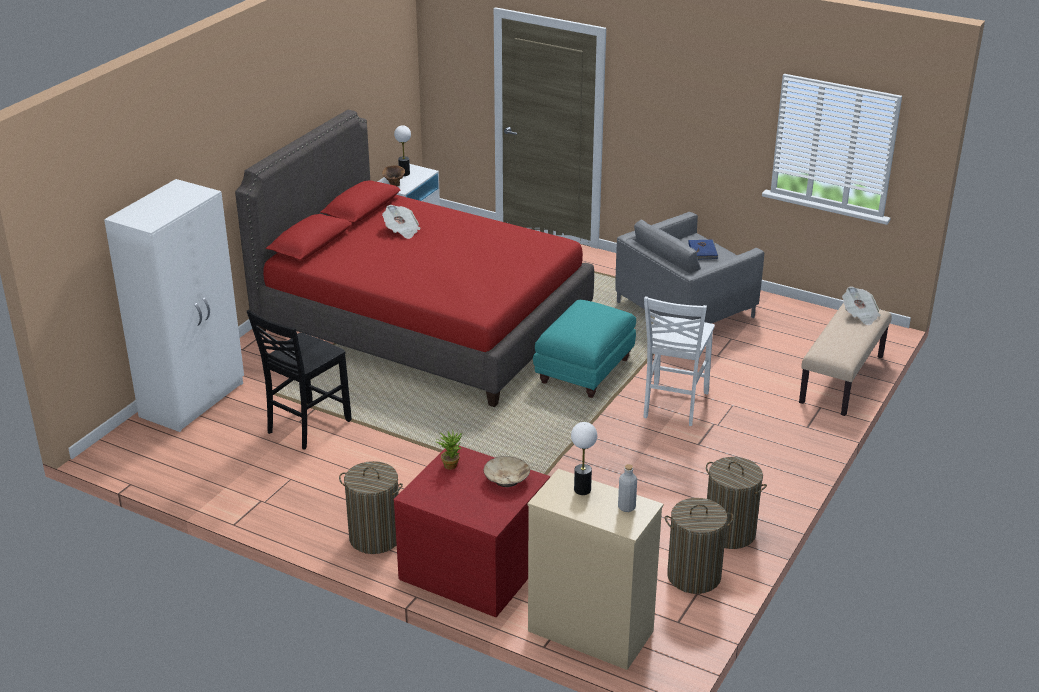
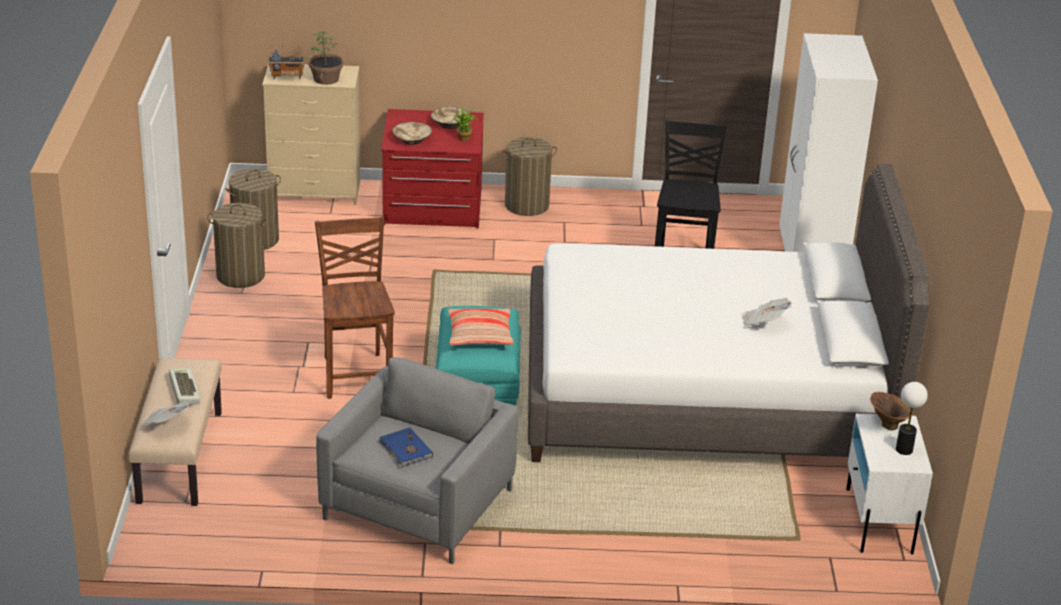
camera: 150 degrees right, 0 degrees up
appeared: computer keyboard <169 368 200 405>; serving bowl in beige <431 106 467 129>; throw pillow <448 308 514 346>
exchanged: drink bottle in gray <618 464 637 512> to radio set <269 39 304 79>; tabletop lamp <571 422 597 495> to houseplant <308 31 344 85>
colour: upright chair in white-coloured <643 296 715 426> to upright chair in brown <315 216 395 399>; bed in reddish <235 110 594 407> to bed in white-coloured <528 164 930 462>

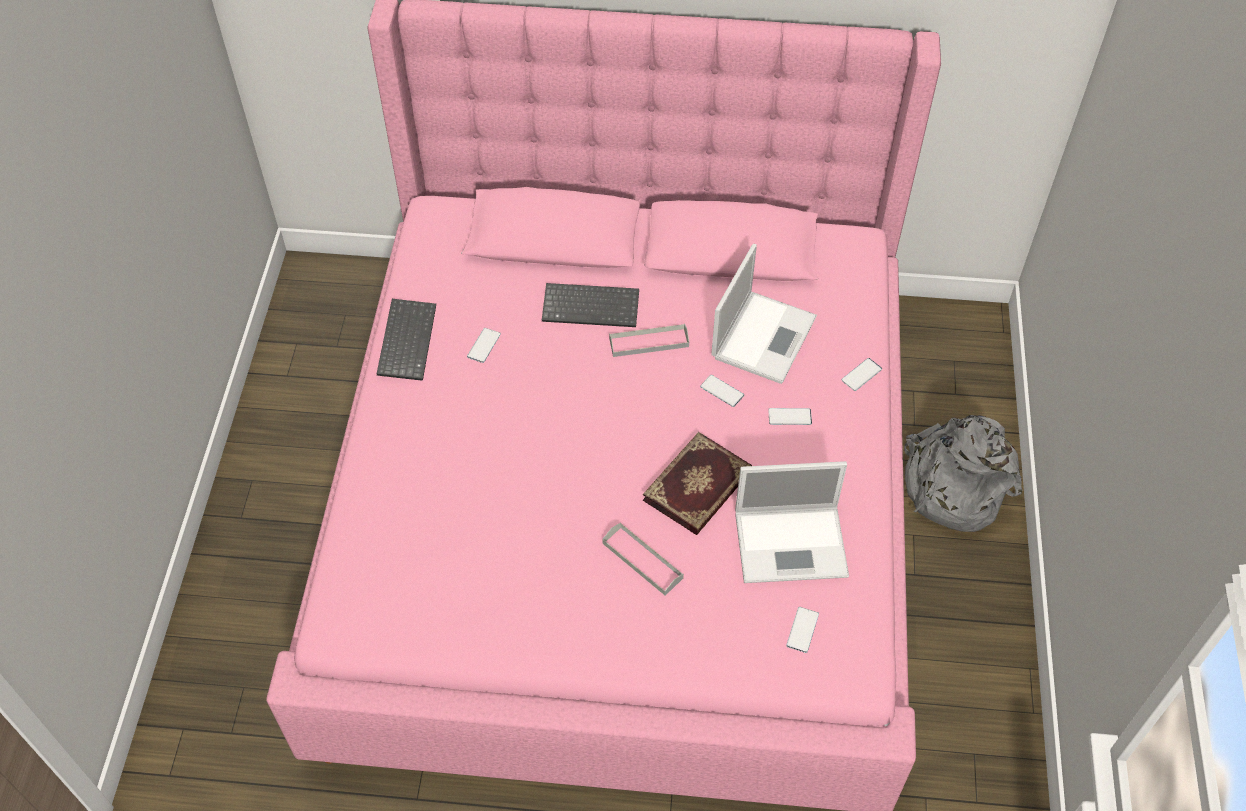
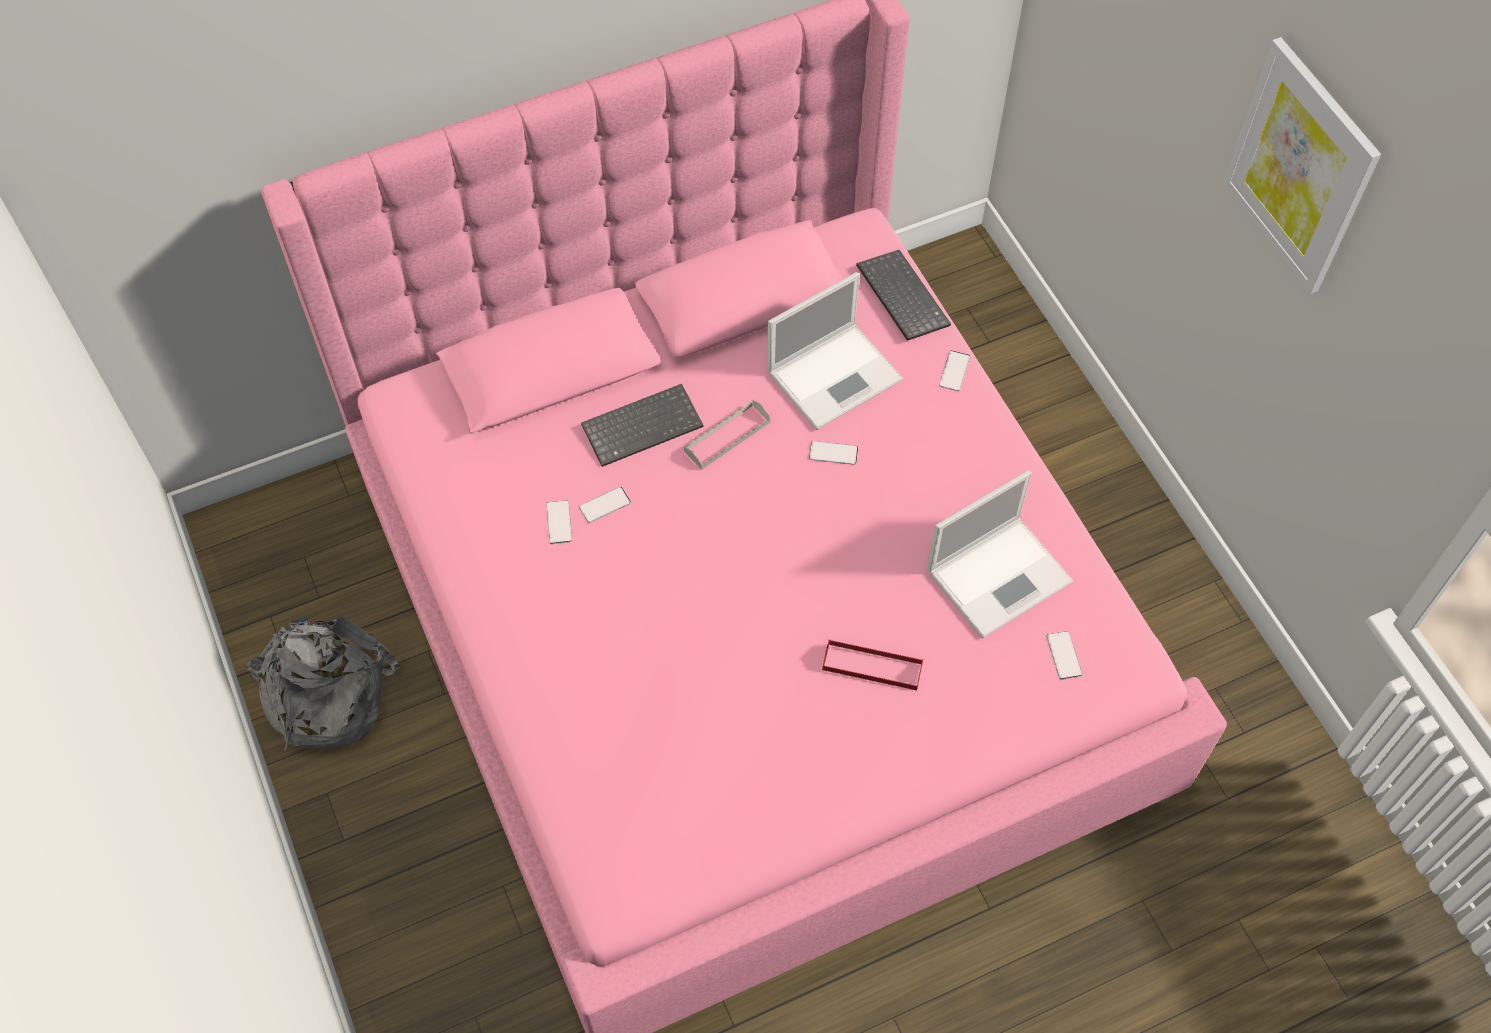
camera: 30 degrees left, 5 degrees up
missing: bound book <643 432 752 535>
appeared: wall art <1222 37 1381 294>
relocated: rucksack in gray <904 415 1022 532> to <246 616 400 751>; phone <768 408 812 425> to <579 487 631 523>; computer keyboard <377 299 436 381> to <856 250 951 341>
colour: carrying tray in gray <602 523 684 596> to carrying tray in reddish <822 639 923 690>
spun: notebook computer <711 244 817 384> = <767 272 903 430> 60 degrees clockwise

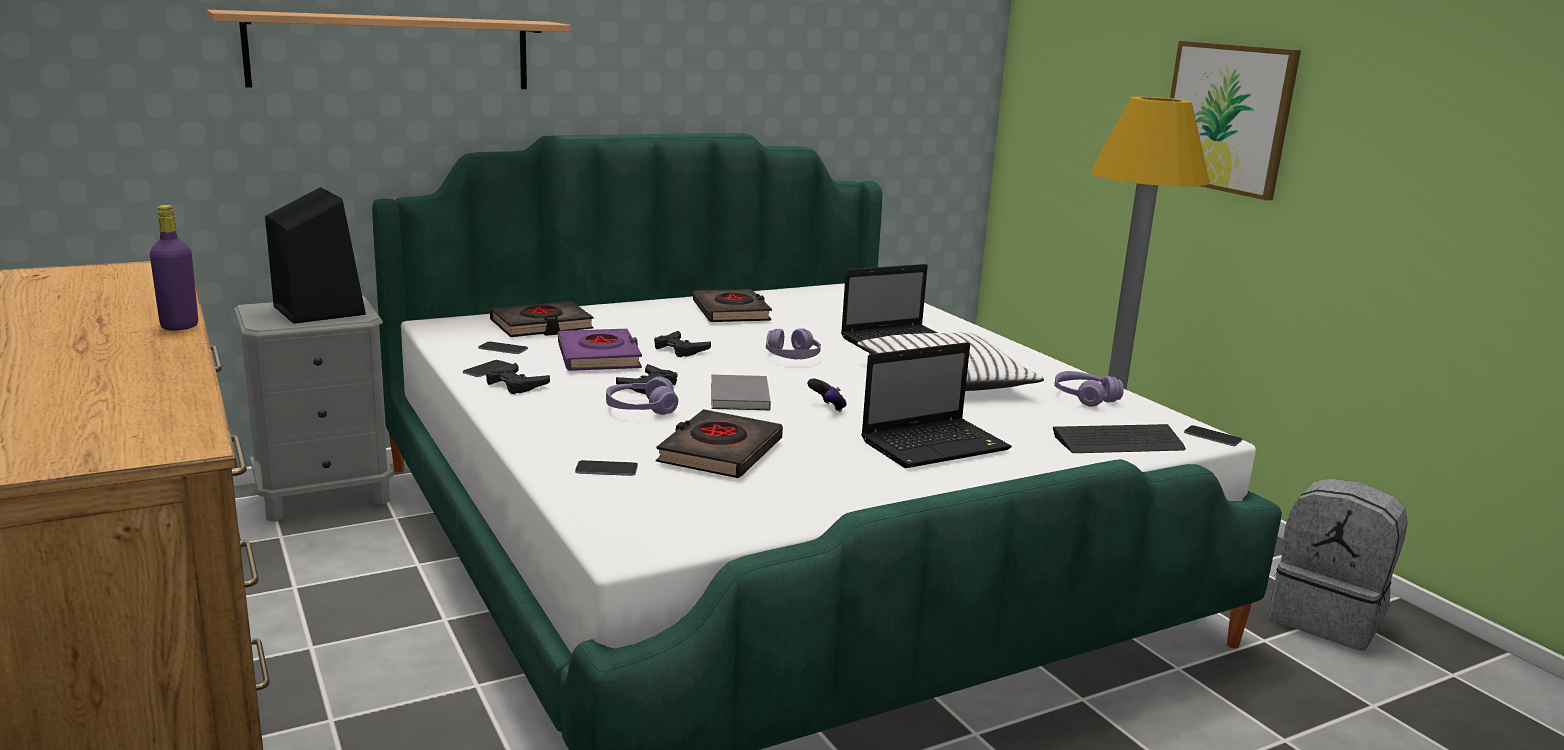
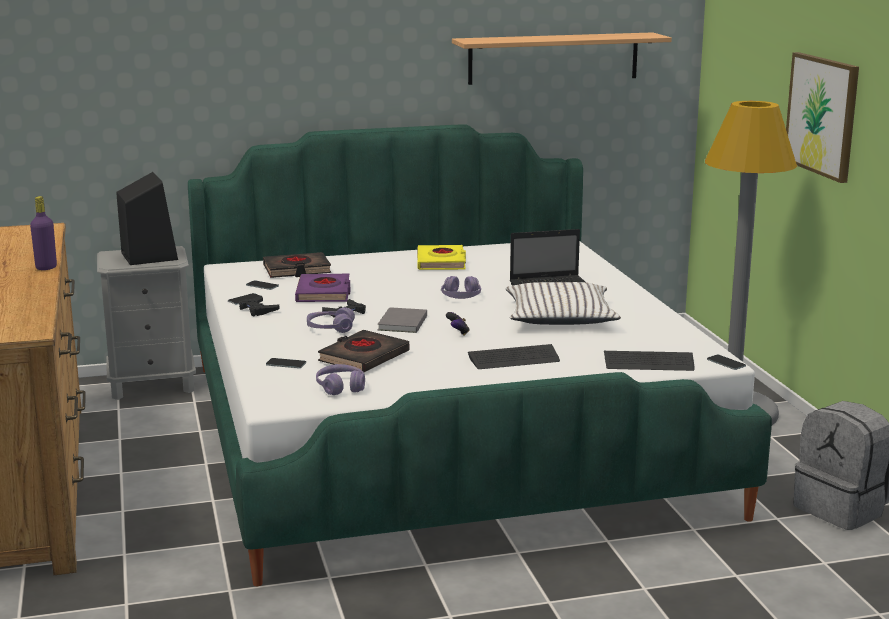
camera: 15 degrees right, 0 degrees up
missing: game controller in black <654 331 711 357>
relocated: headset in purple <1054 371 1124 407> to <316 364 365 395>; wall shelf <207 10 570 89> to <452 32 672 85>
exchanged: notebook computer <861 342 1012 468> to computer keyboard <468 344 560 369>
colour: bound book in black <693 289 772 322> to bound book in yellow <417 245 466 270>

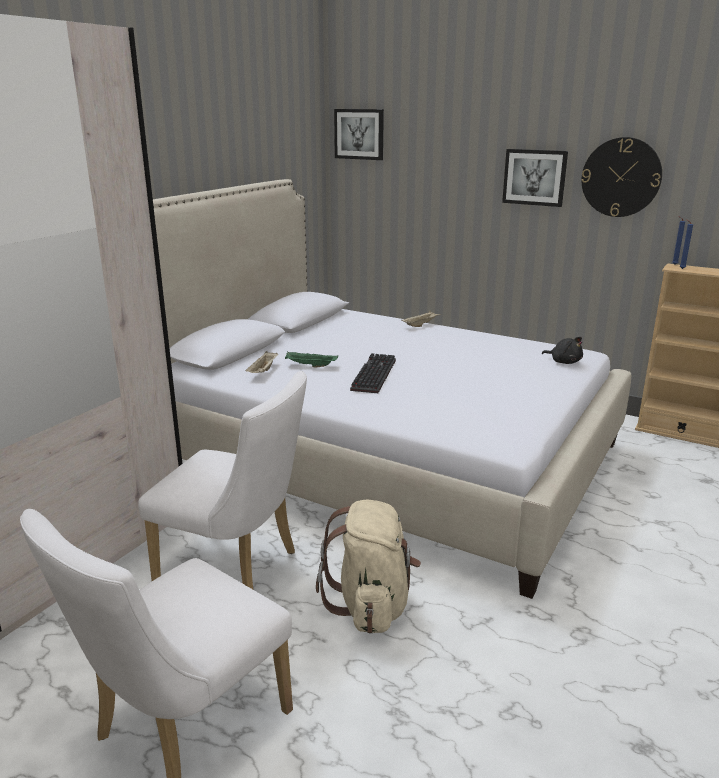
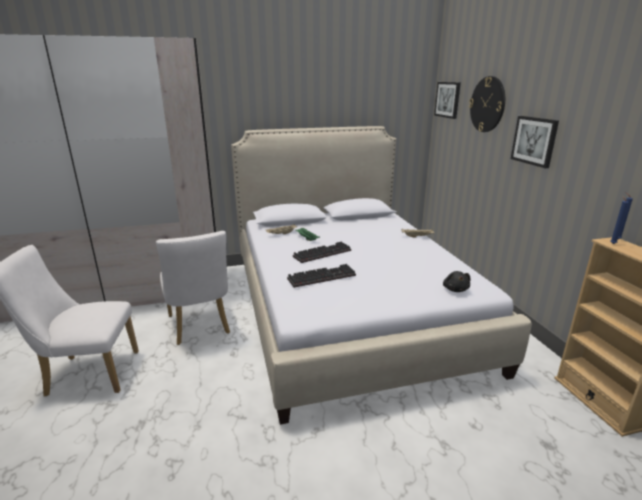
camera: 45 degrees right, 0 degrees up
missing: rucksack in beige <316 500 421 634>
appeared: computer keyboard <287 264 356 288>
relocated: wall clock <582 137 662 217> to <469 76 505 132>

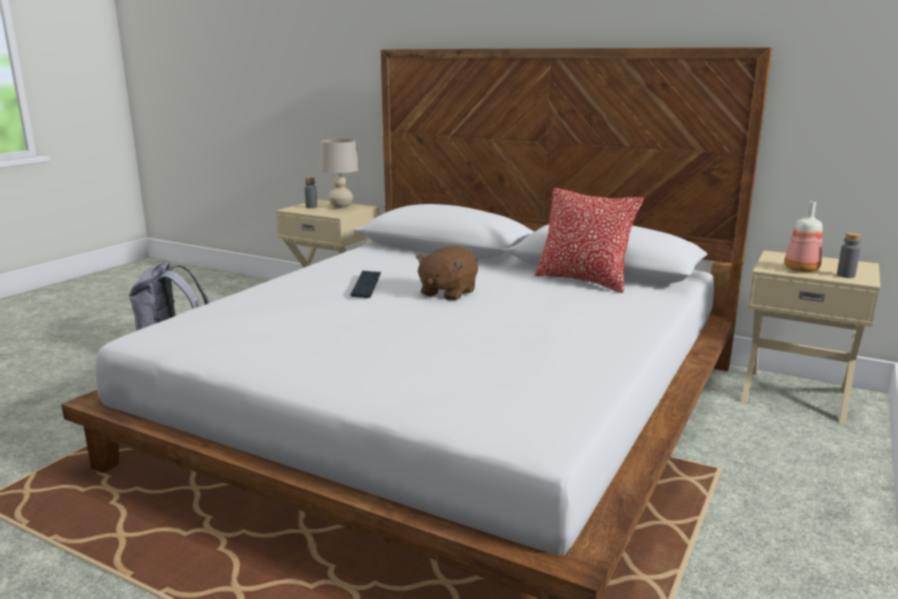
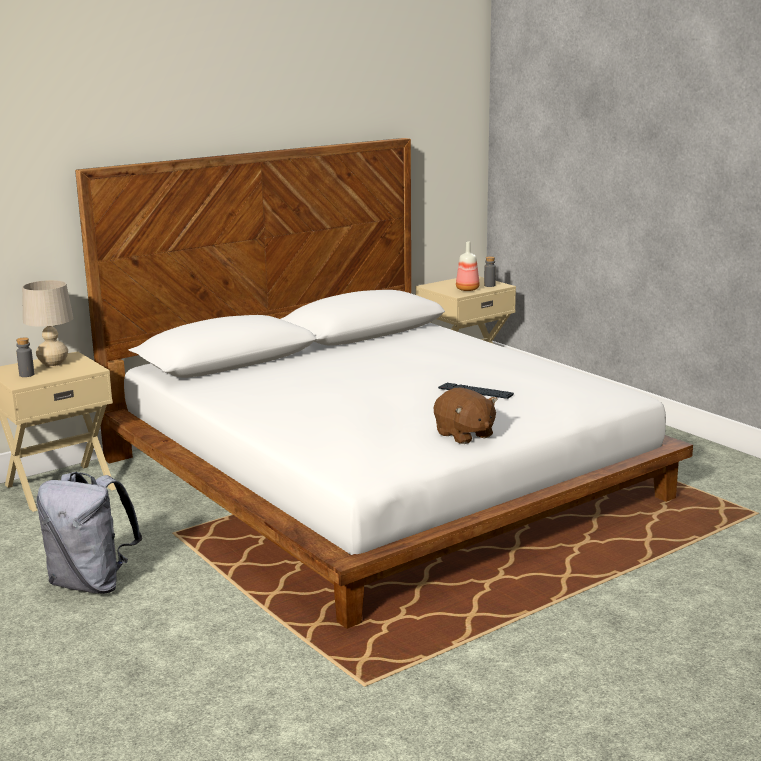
camera: 65 degrees left, 0 degrees up
missing: throw pillow <535 188 643 293>
relocated: plush toy in brown <416 246 478 301> to <434 388 498 444>; computer keyboard <350 271 381 298> to <438 383 514 399>

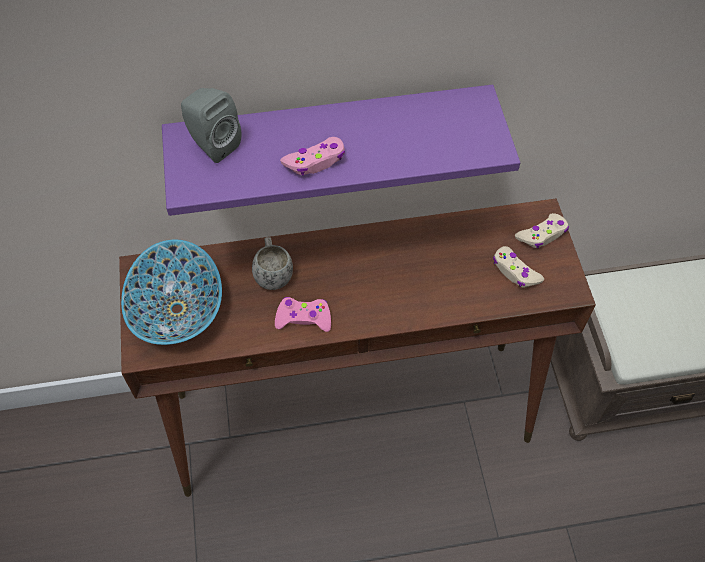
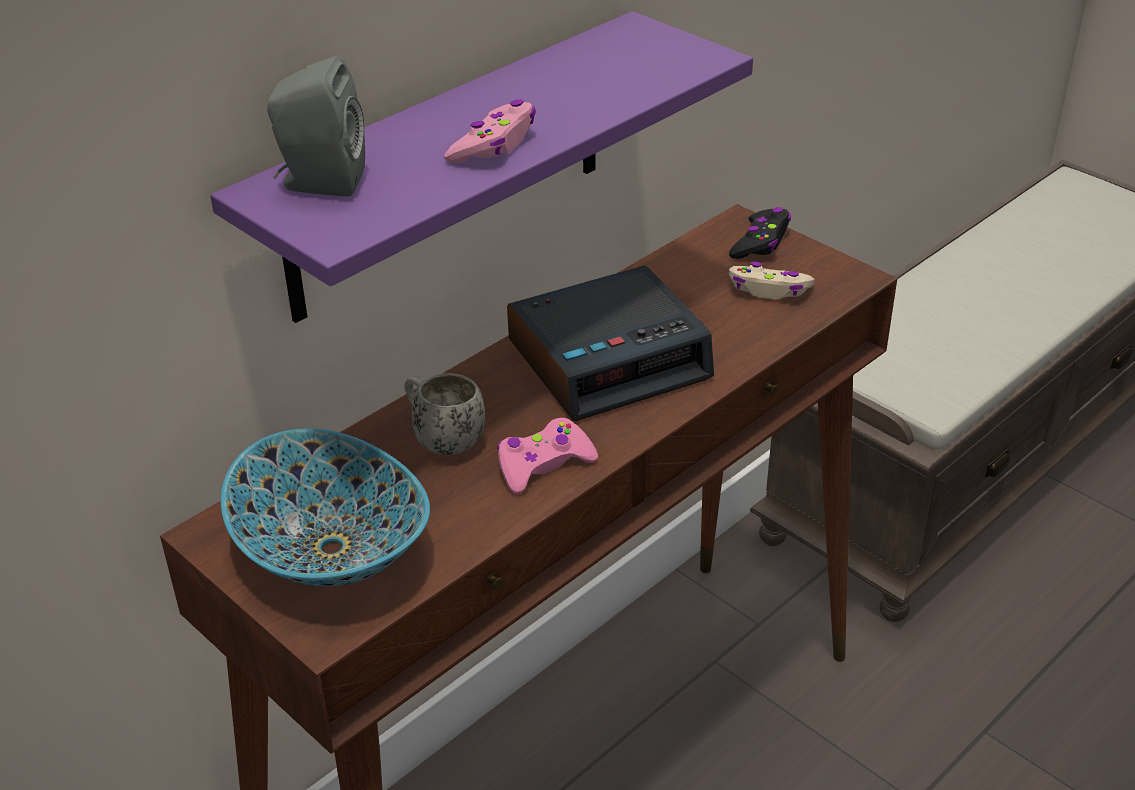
camera: 35 degrees left, 20 degrees down
appeared: bedside clock <507 265 714 421>
colour: game controller in beige <515 213 569 248> to game controller in black <729 207 791 259>

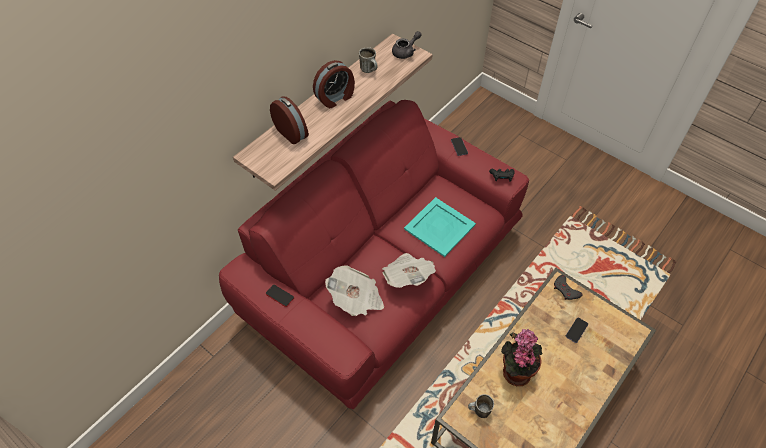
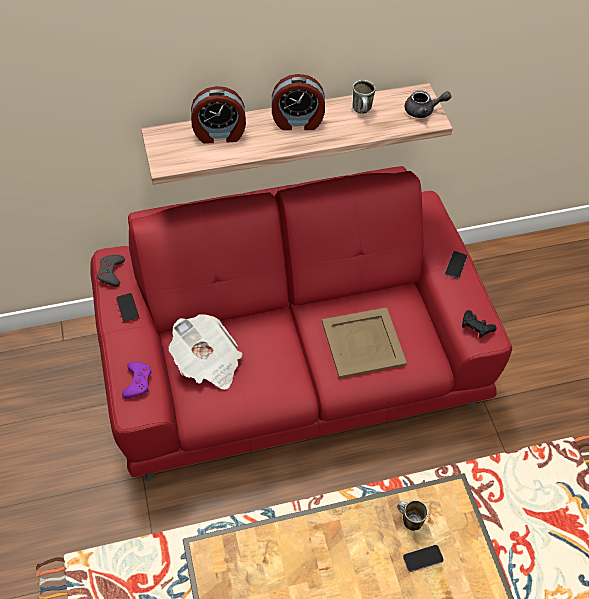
camera: 35 degrees right, 0 degrees up
missing: printed paper <382 253 436 288>; houseplant <501 329 543 386>
appeared: game controller in purple <122 361 151 398>
relocated: game controller in gray <554 275 582 300> to <97 255 125 287>; mug <468 394 494 418> to <397 500 428 531>
colour: carrying tray in blue-green <404 197 476 257> to carrying tray in beige <322 307 407 378>
spun: bedside clock <270 97 309 144> = <191 86 246 144> 90 degrees clockwise

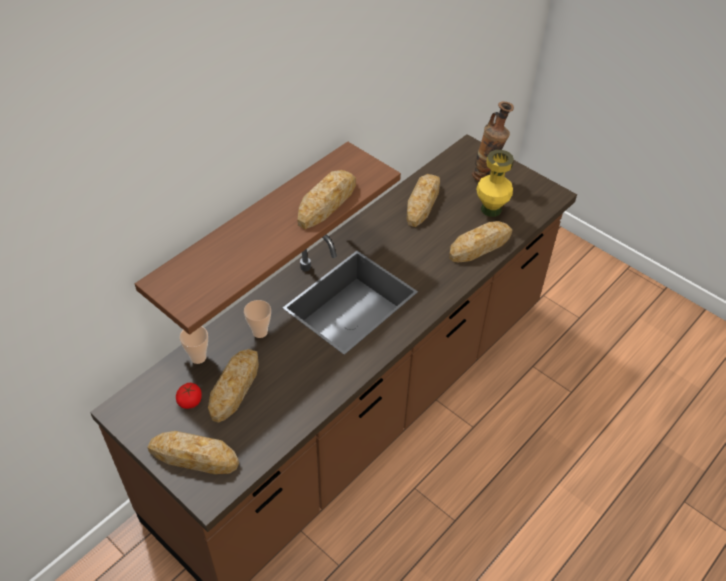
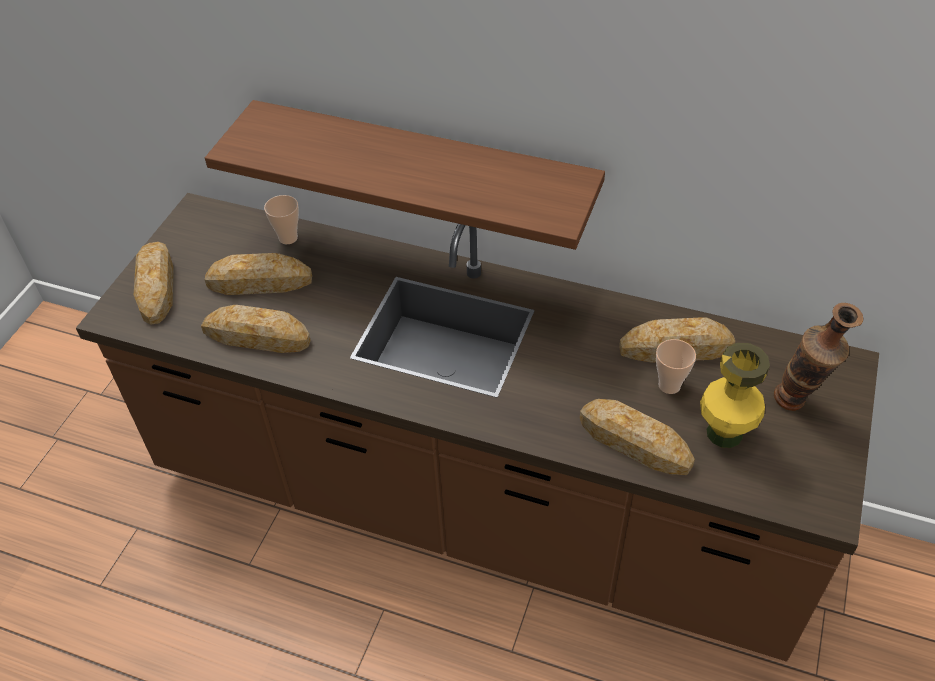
camera: 70 degrees right, 0 degrees up
missing: fresh tomato <176 383 202 409>
relocated: bakery bread <297 170 356 229> to <201 305 311 353>; small cup <244 300 271 338> to <656 339 696 394>

